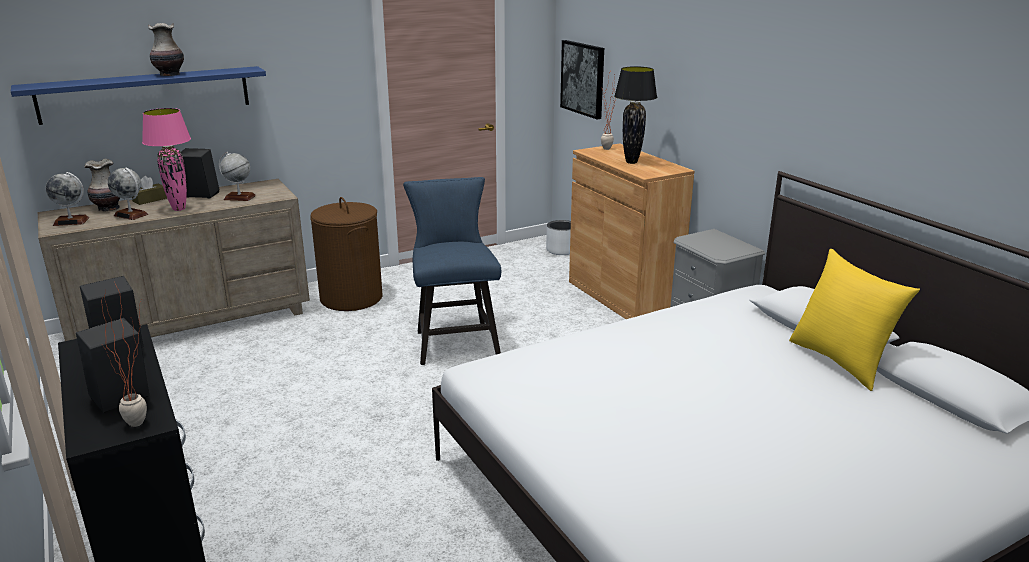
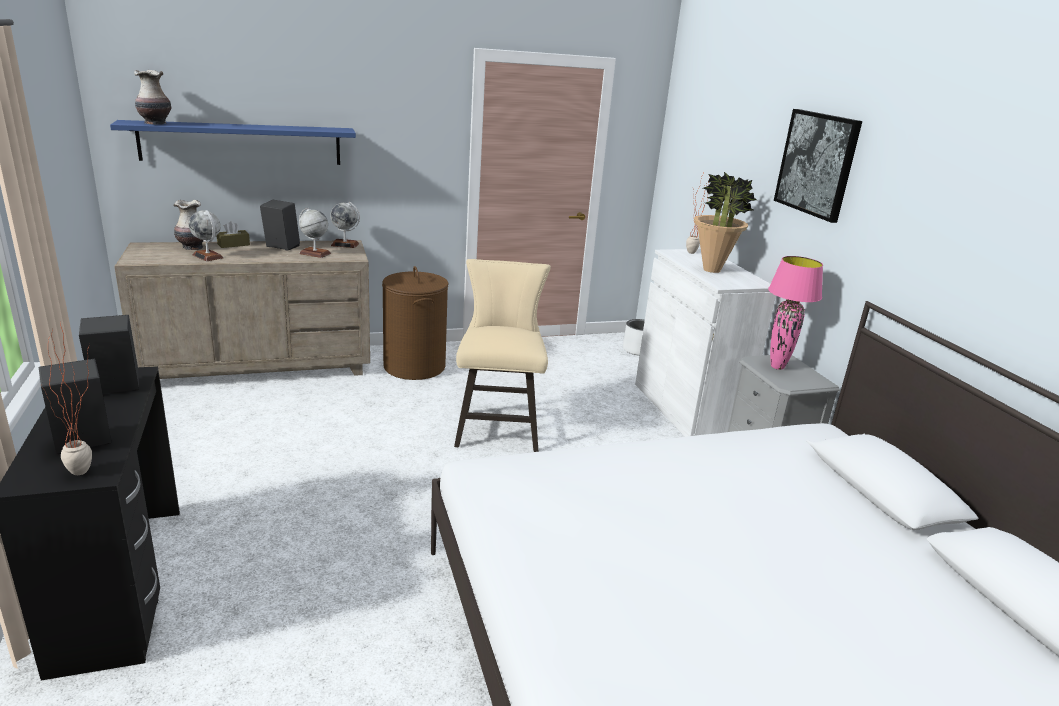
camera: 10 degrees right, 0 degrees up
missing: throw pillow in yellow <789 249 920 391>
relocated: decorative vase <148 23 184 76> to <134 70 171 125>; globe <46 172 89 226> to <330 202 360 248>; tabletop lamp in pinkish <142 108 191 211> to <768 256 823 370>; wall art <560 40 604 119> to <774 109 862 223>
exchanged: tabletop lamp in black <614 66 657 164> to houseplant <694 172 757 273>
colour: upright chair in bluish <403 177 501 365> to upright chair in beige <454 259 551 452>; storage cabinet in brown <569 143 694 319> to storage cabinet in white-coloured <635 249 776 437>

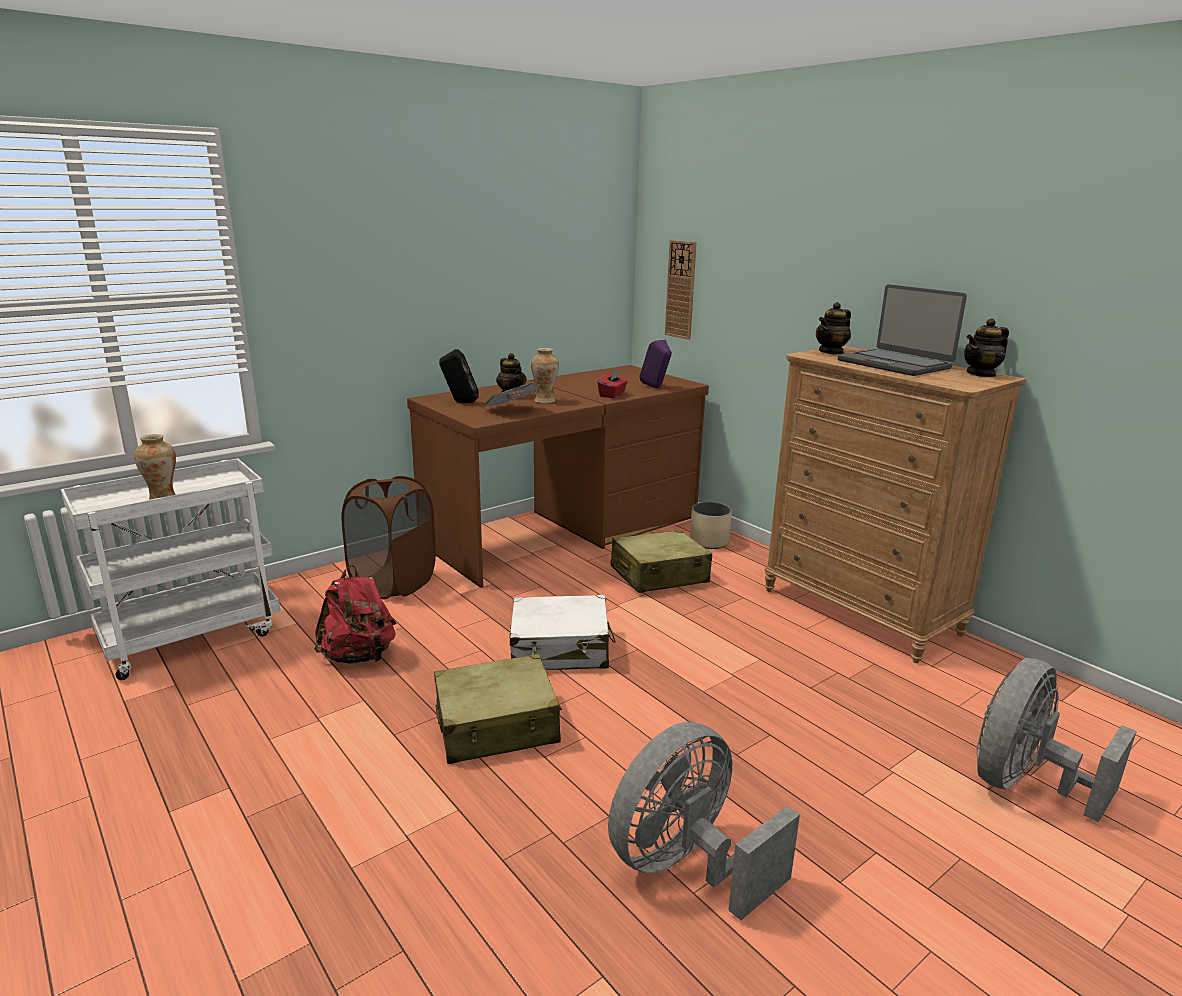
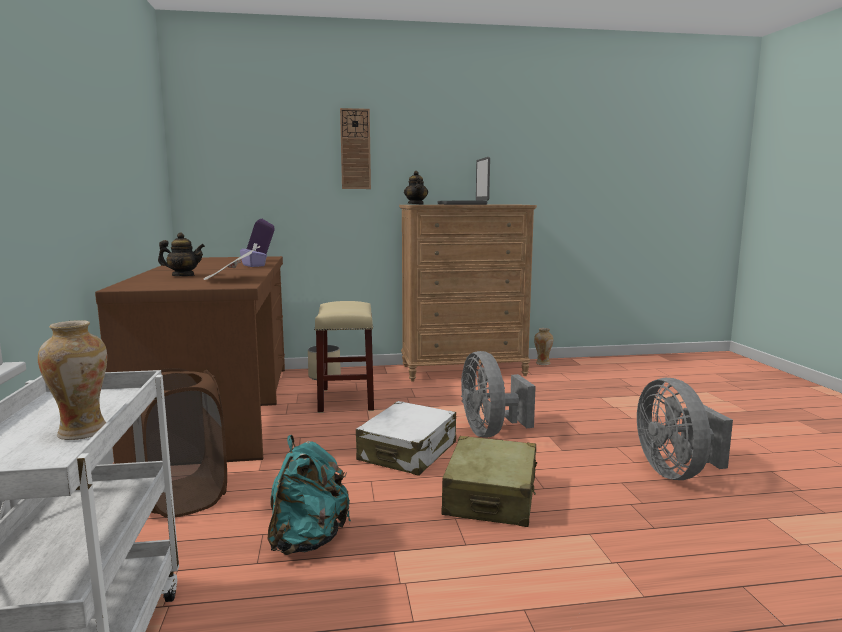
camera: 60 degrees left, 10 degrees down
missing: loudspeaker in black <439 349 479 403>; tea pot <964 318 1009 377>
relocated: wall clock <665 240 697 340> to <340 108 371 189>; fan in gray <977 658 1137 823> to <461 351 536 438>; decorative vase <531 348 559 403> to <534 328 553 365>
exchanged: piece of luggage in beige <611 530 712 593> to stool seat in beige <314 301 374 413>
colour: tissue holder in reddish <598 370 628 398> to tissue holder in purple <240 243 267 267>; rucksack in reddish <314 565 396 664> to rucksack in blue-green <268 435 351 555>
spun: notebook computer <838 284 967 376> = <437 157 490 205> 90 degrees clockwise

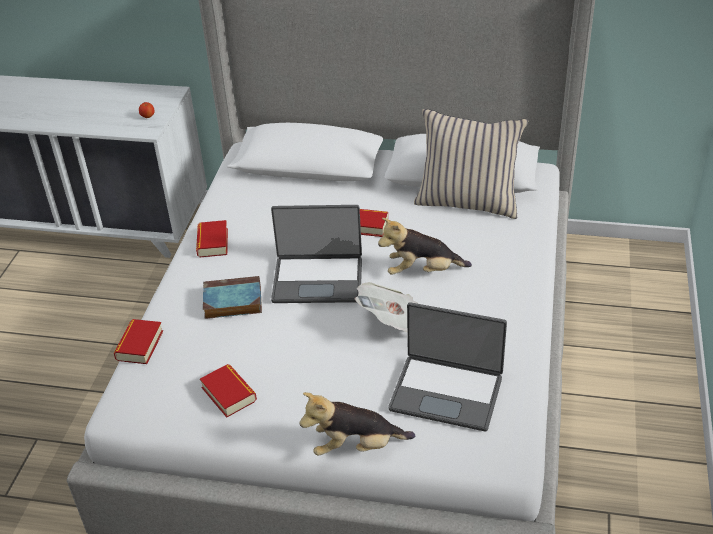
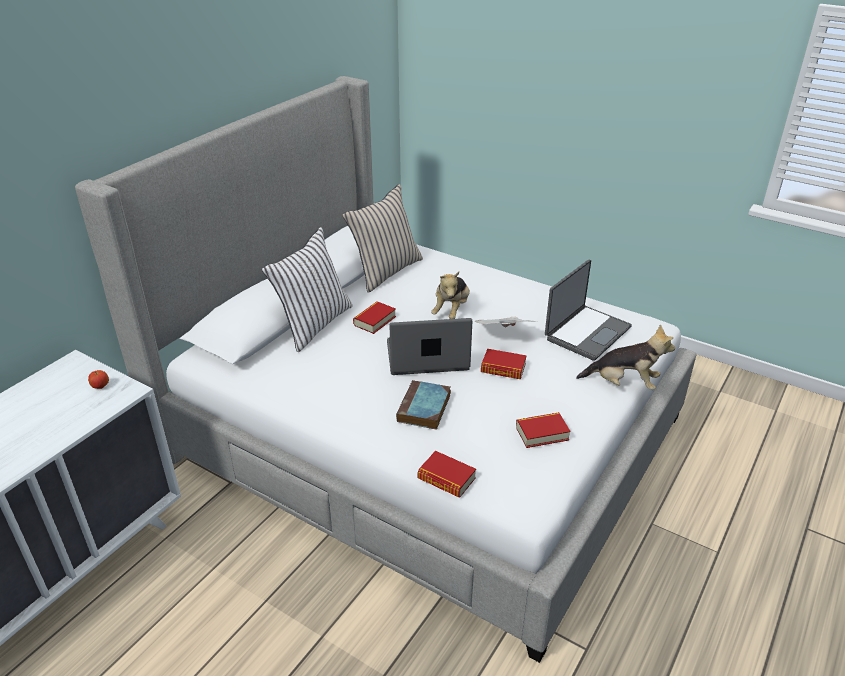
camera: 70 degrees left, 5 degrees down
appeared: throw pillow in white-coloured <262 227 353 352>
relocated: bound book <196 220 228 257> to <481 349 526 379>
spun: notebook computer <271 205 362 303> = <387 318 472 375> 120 degrees counterclockwise; plush toy <300 392 415 456> = <576 324 675 390> 90 degrees counterclockwise

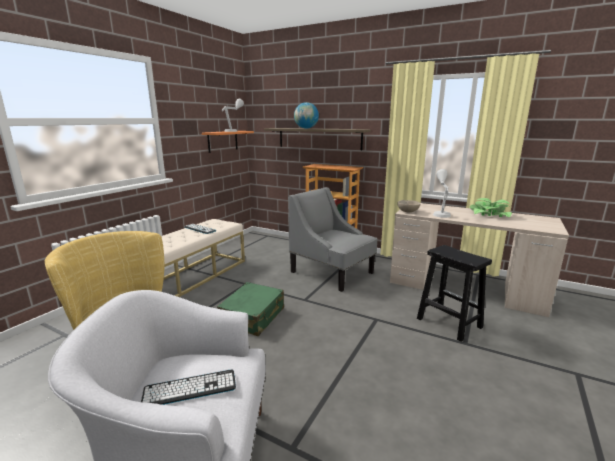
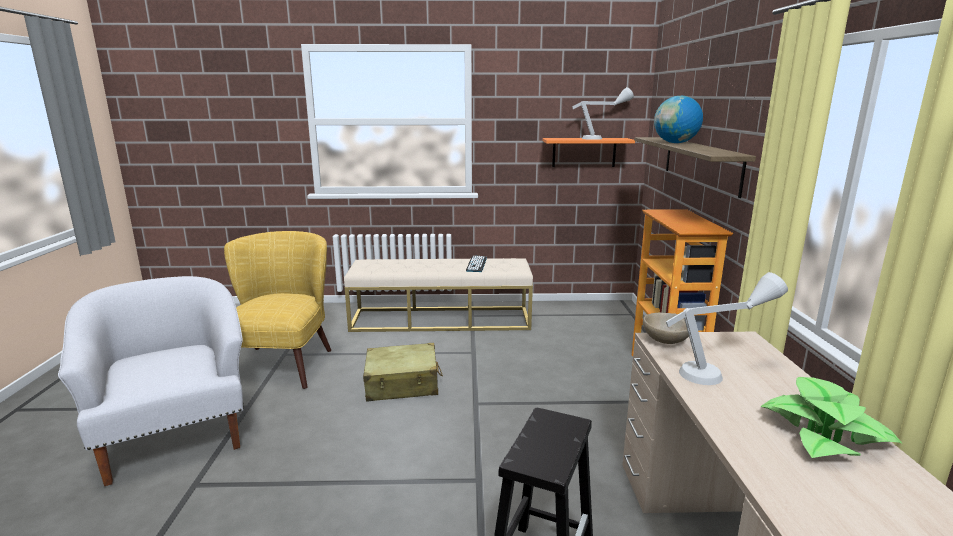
camera: 60 degrees right, 0 degrees up
missing: computer keyboard <141 370 236 405>; easy chair in gray <288 187 377 292>
colour: piece of luggage in greenish <217 282 284 336> to piece of luggage in beige <363 343 443 402>

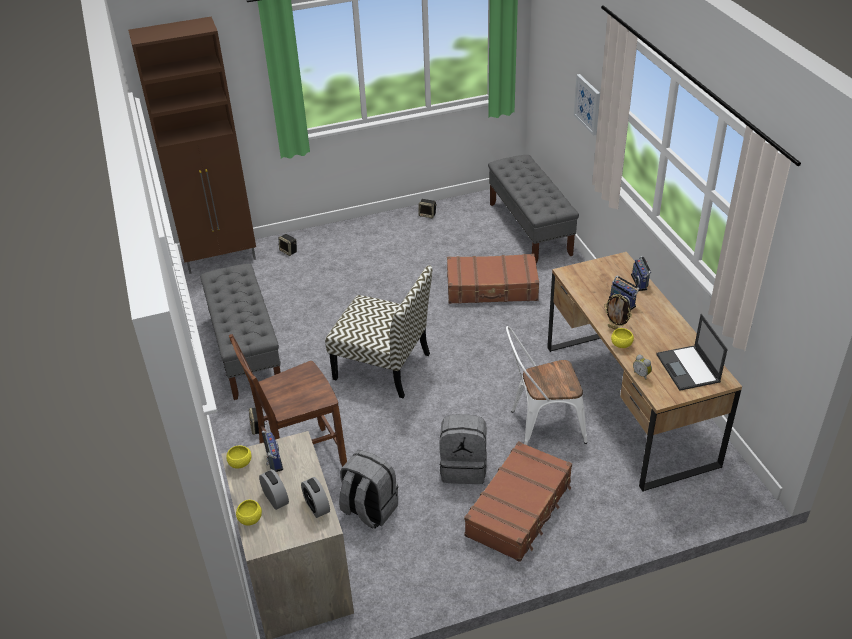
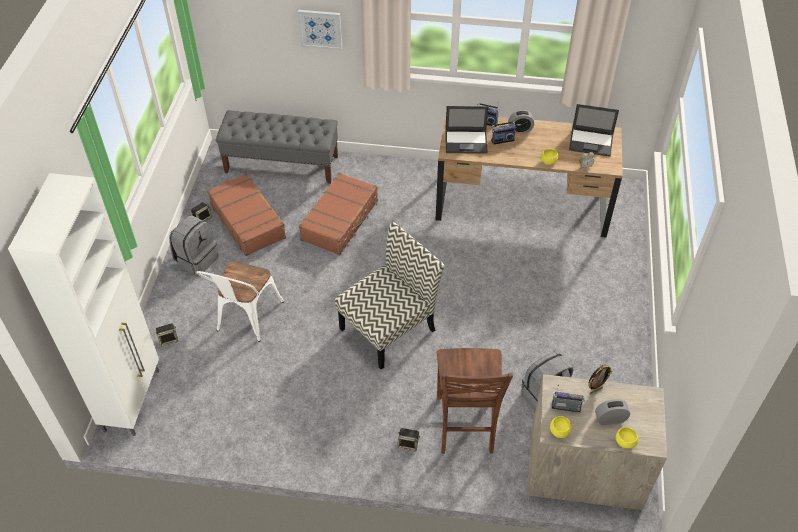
camera: 65 degrees left, 10 degrees up
missing: long seat in gray <200 264 281 400>
appeared: notebook computer <445 106 488 154>
relocated: rucksack in gray <439 414 487 484> to <169 215 219 276>; upright chair in white-coloured <506 326 587 445> to <195 261 284 342>; piece of luggage in brown <464 441 572 562> to <207 174 286 256>; bedside clock <301 477 330 518> to <508 110 534 133>; standing frame <604 294 632 330> to <588 365 613 394>
colour: storage cabinet in brown <128 17 256 274> to storage cabinet in white-coloured <8 173 159 436>

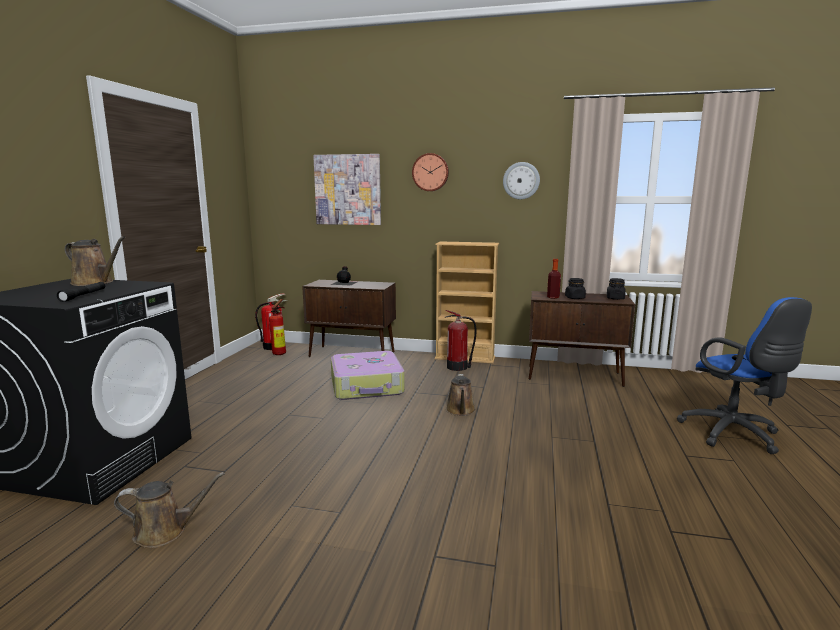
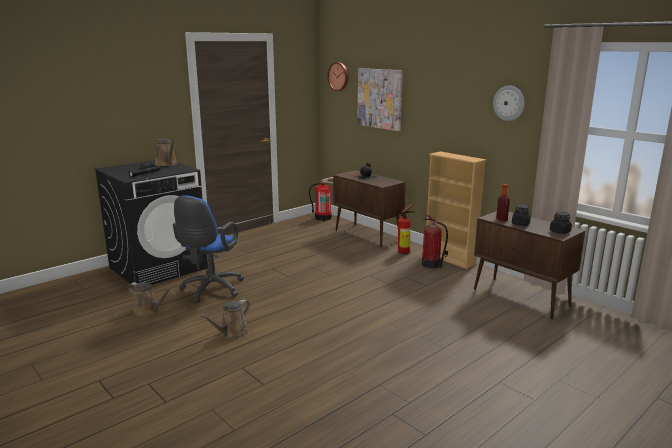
camera: 35 degrees right, 5 degrees up
missing: piece of luggage <331 351 405 400>
relocated: office chair in bluish <677 297 812 454> to <173 195 244 303>; sprinkling can in brown <446 374 476 416> to <200 300 250 339>; wall clock <412 153 449 191> to <327 62 348 91>; fire-fighting cylinder <269 299 286 355> to <398 204 415 254>

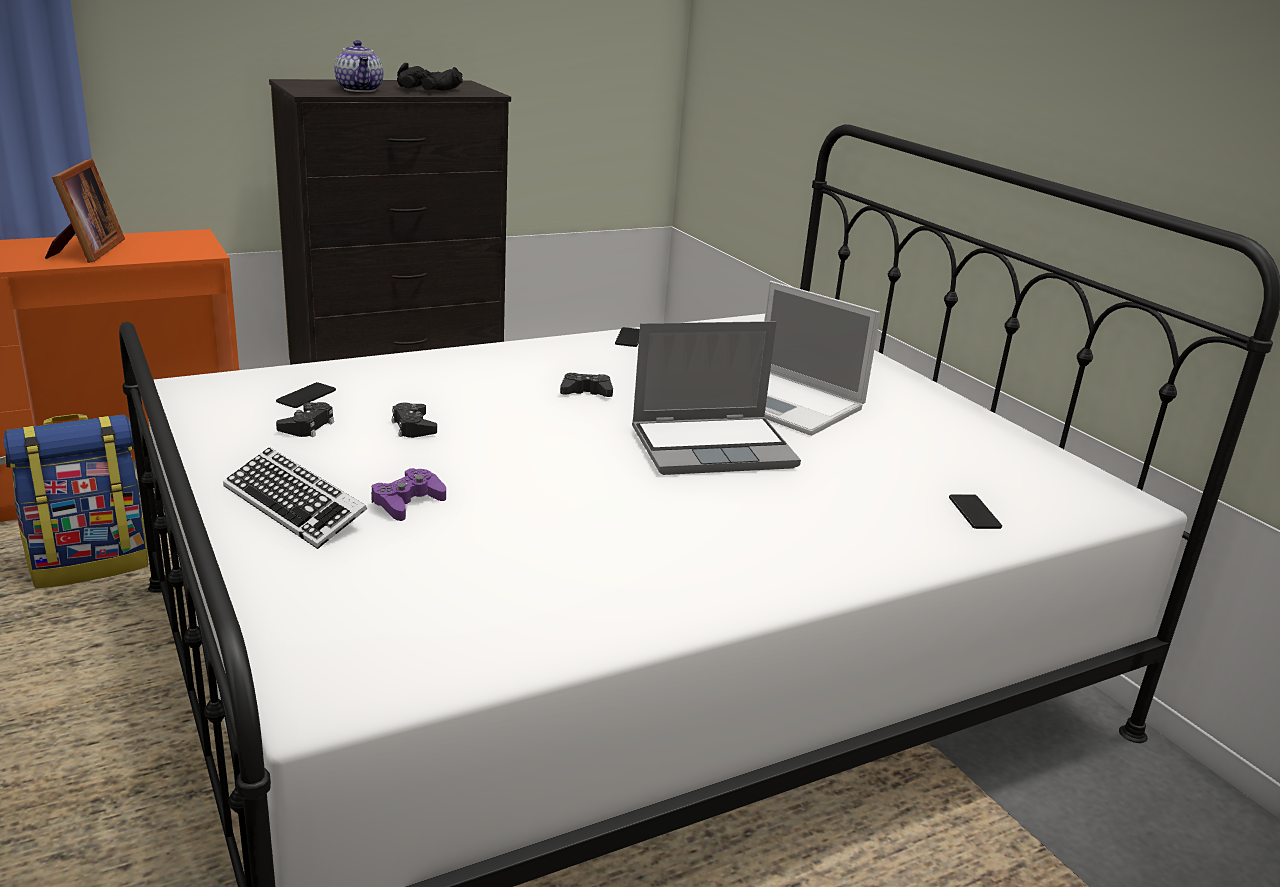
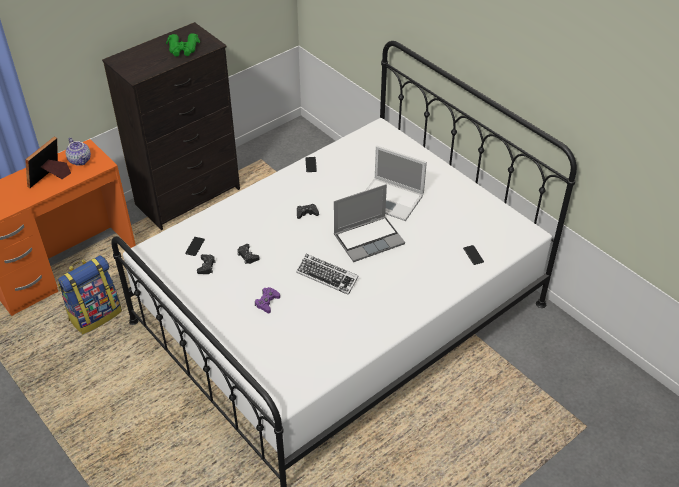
camera: 10 degrees left, 20 degrees up
relocated: tea pot <334 40 383 92> to <66 138 91 166>; computer keyboard <223 447 367 549> to <296 254 359 295>
colour: binoculars in black <397 63 463 91> to binoculars in greenish <166 33 200 57>
spun: standing frame <45 159 125 263> = <25 136 71 188> 135 degrees counterclockwise

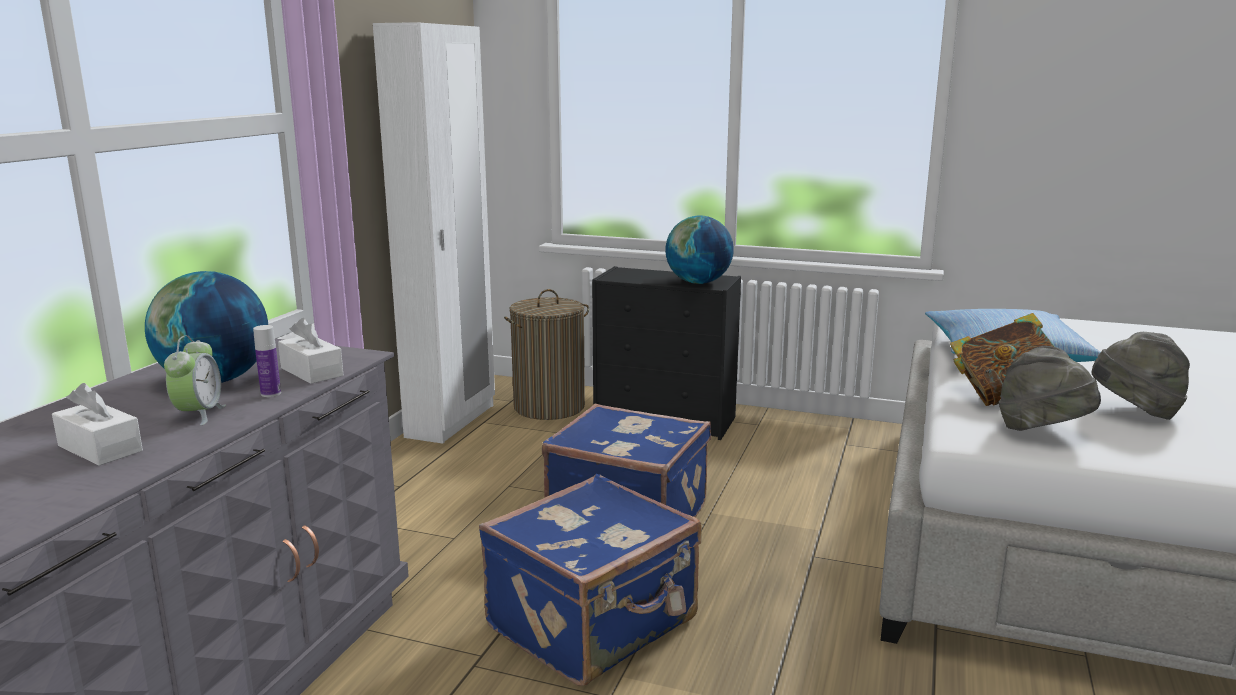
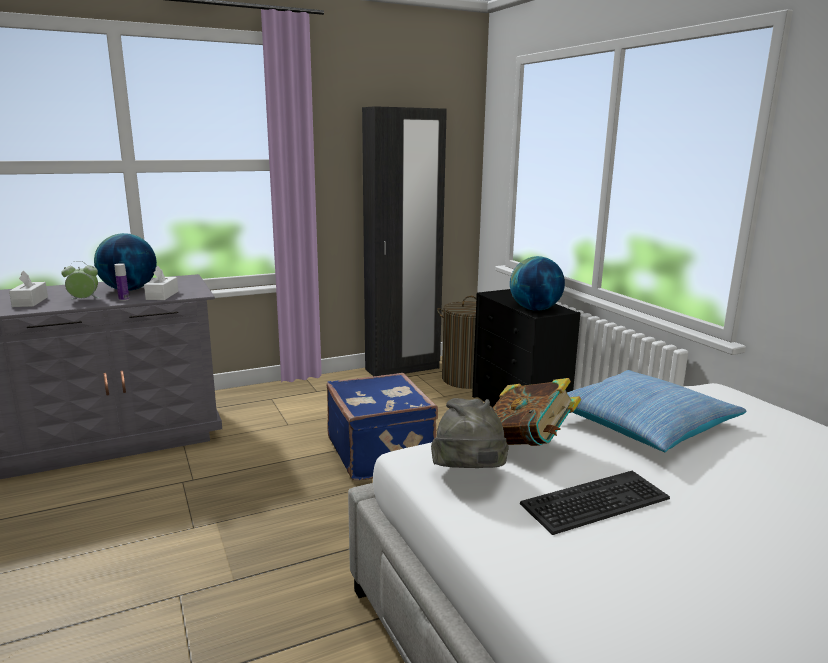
camera: 45 degrees right, 0 degrees up
missing: piece of luggage in bluish <479 474 701 686>
exchanged: clothing hat in gray <1092 332 1190 420> to computer keyboard <520 471 670 535>
colour: clothes cupboard in white-coloured <373 22 495 444> to clothes cupboard in black <362 106 447 376>
spun: bedside clock <164 335 226 425> = <61 261 101 299> 150 degrees counterclockwise

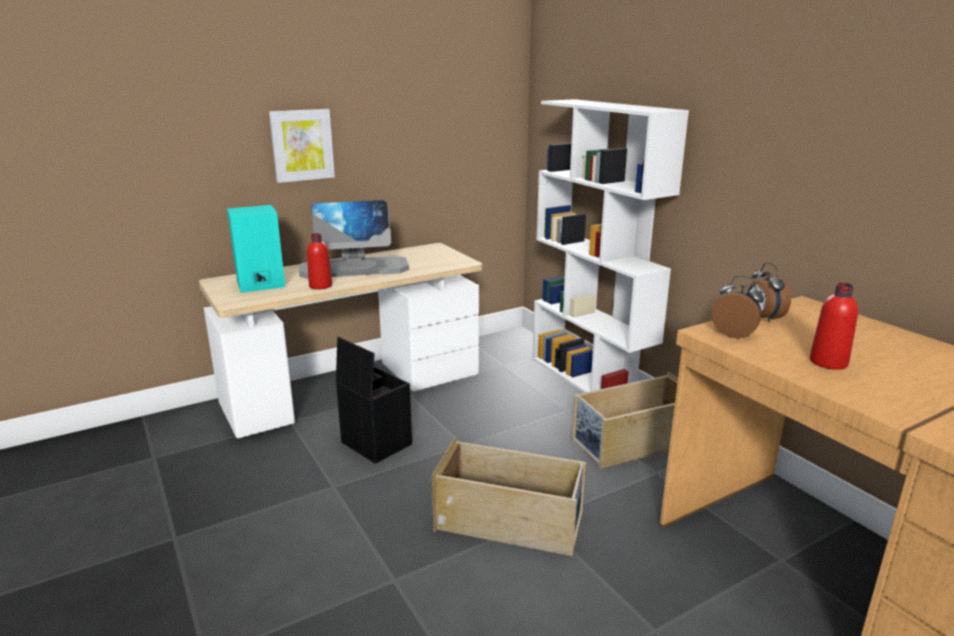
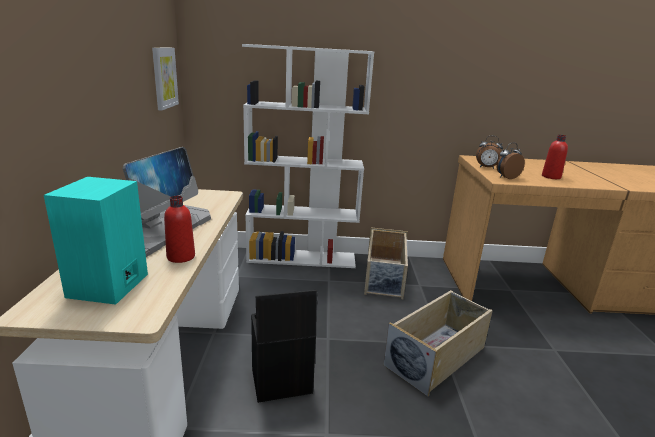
camera: 60 degrees left, 0 degrees up
relocated: wall art <269 109 335 183> to <152 48 179 110>

